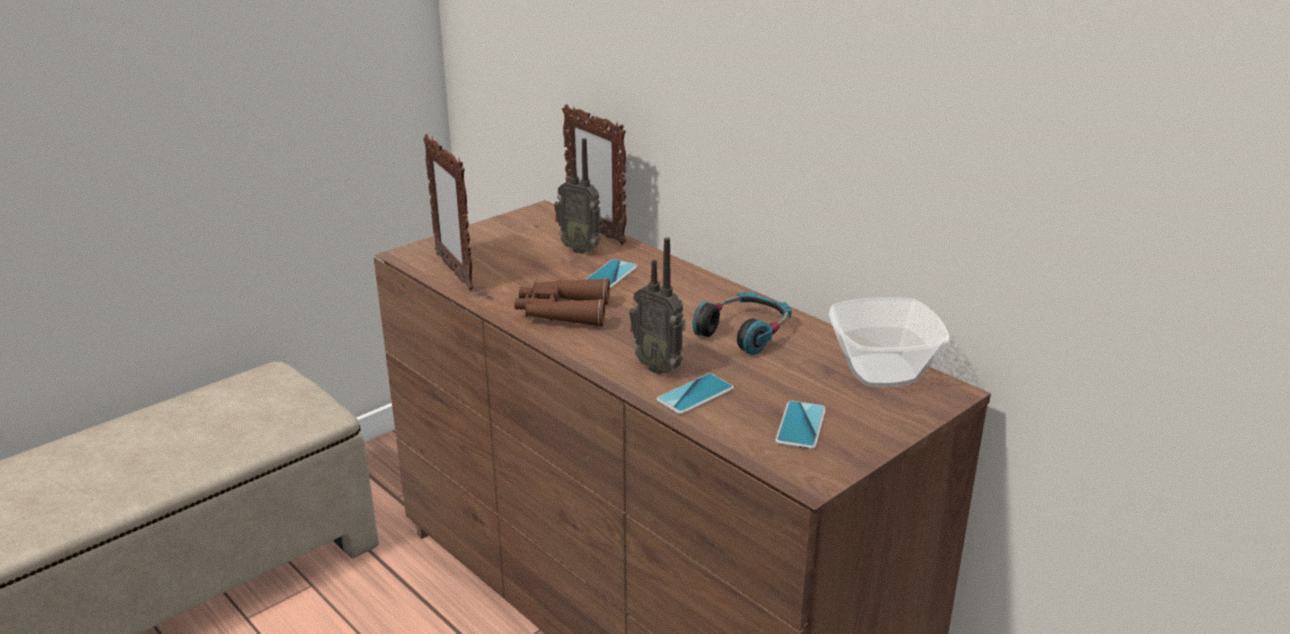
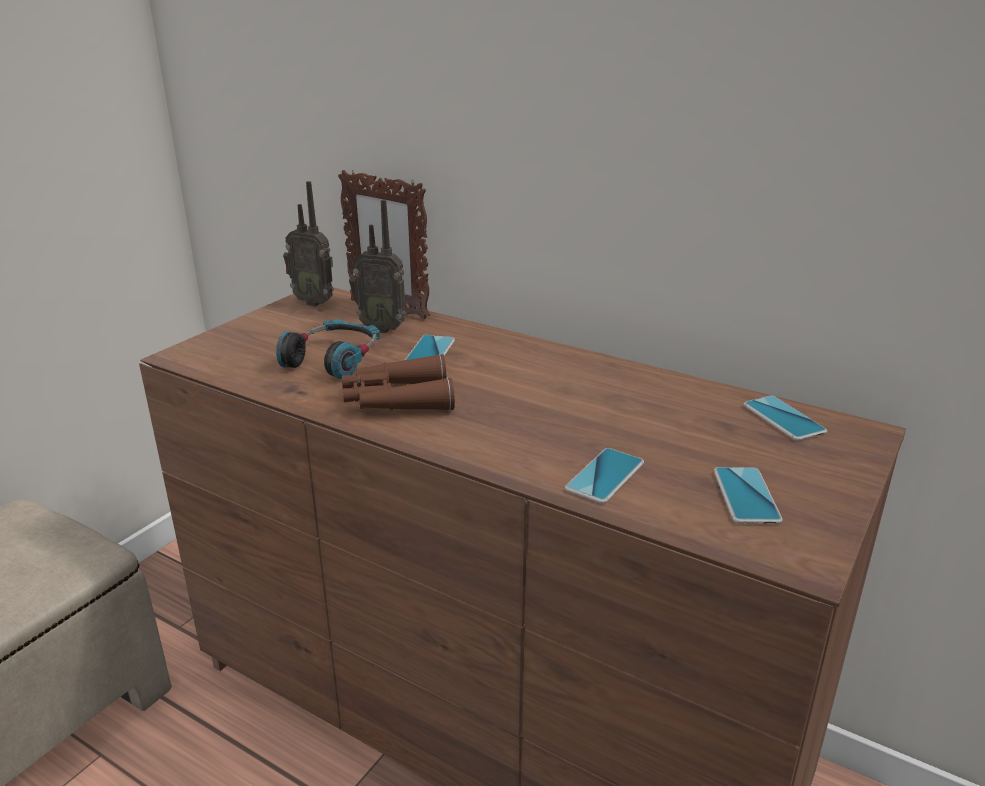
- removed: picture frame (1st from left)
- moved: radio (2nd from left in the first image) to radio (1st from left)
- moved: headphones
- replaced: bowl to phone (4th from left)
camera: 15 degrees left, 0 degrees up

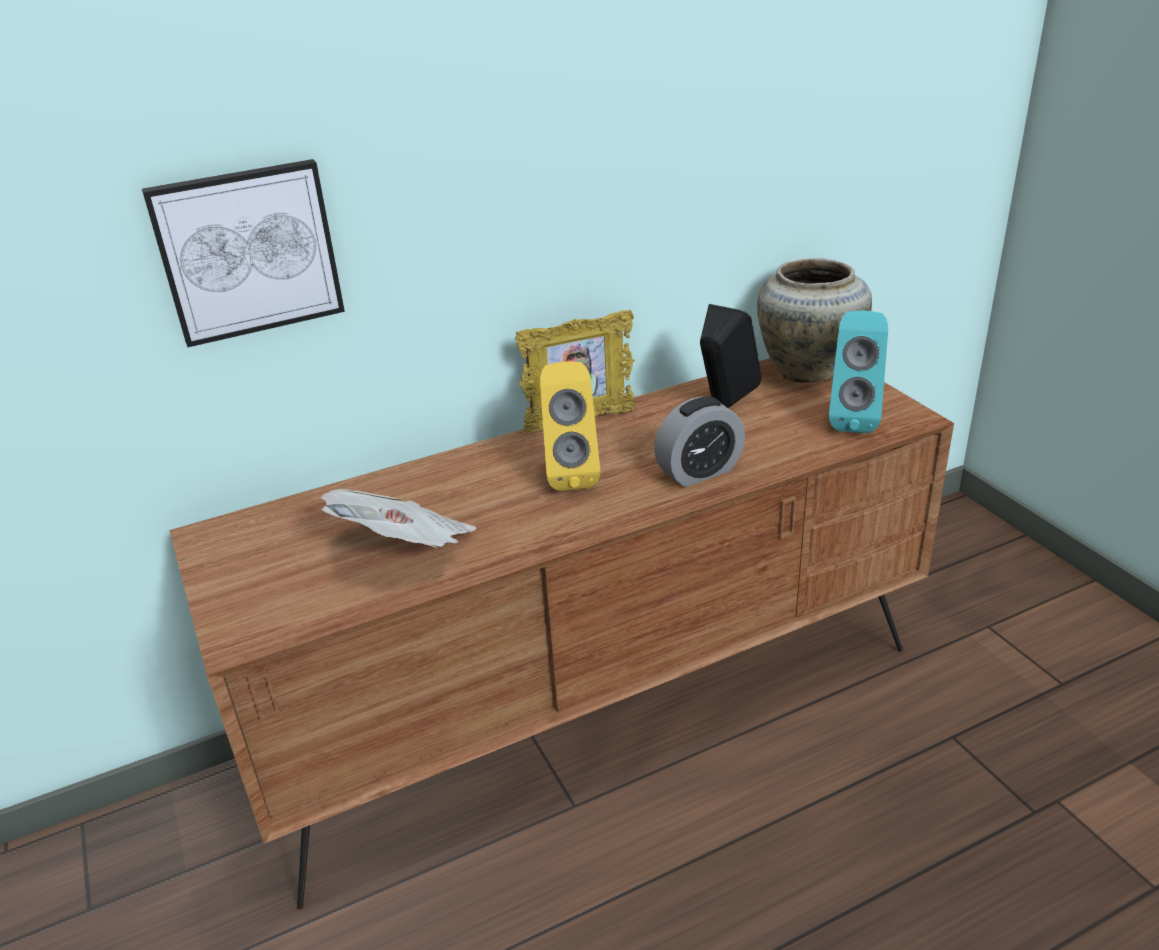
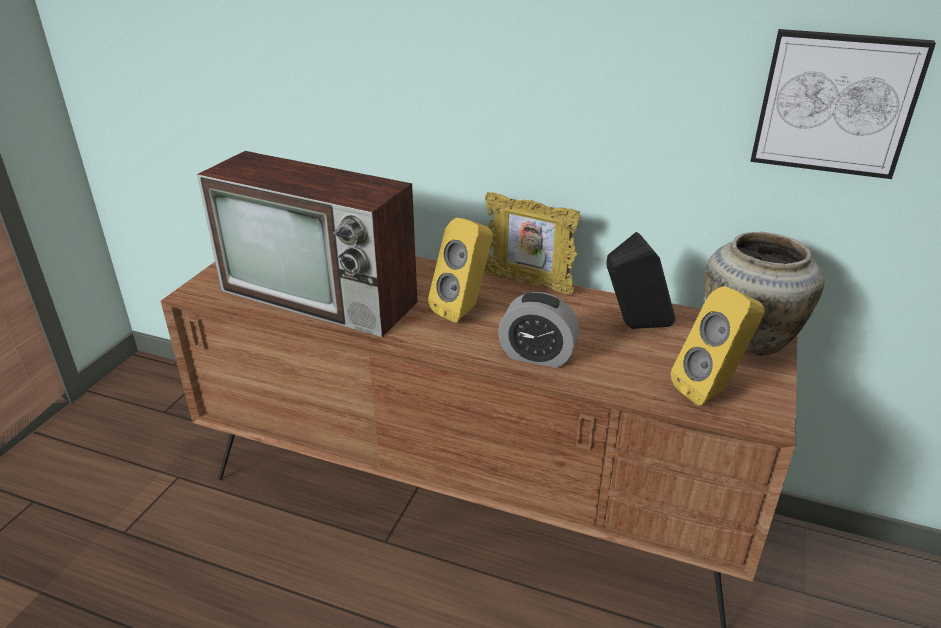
- moved: picture
- replaced: newspaper to television
- recoloured: turquoise speaker to yellow speaker (2nd from left)
camera: 45 degrees right, 0 degrees up

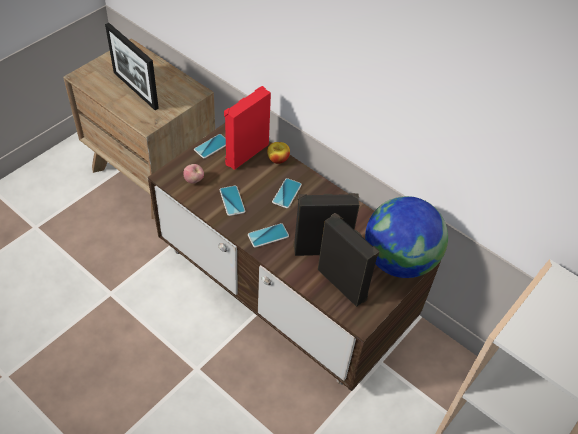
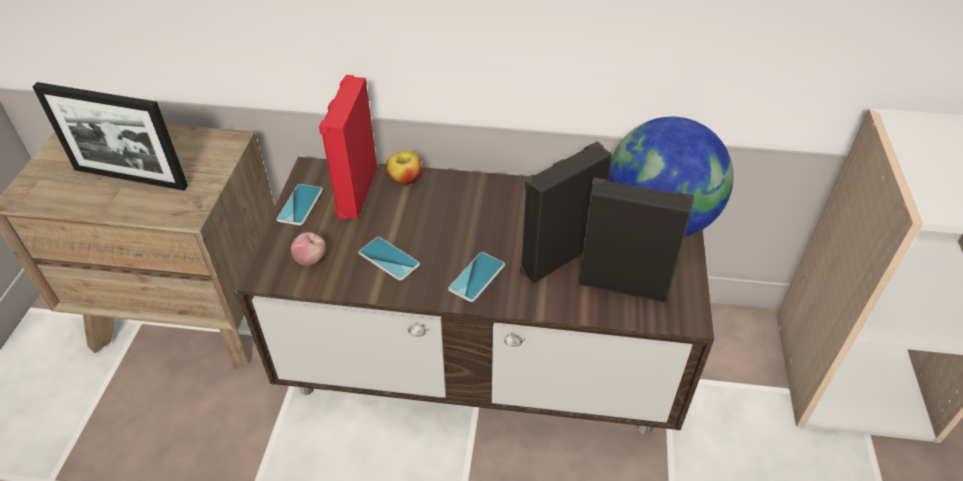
- removed: phone (4th from left)
camera: 30 degrees left, 5 degrees down

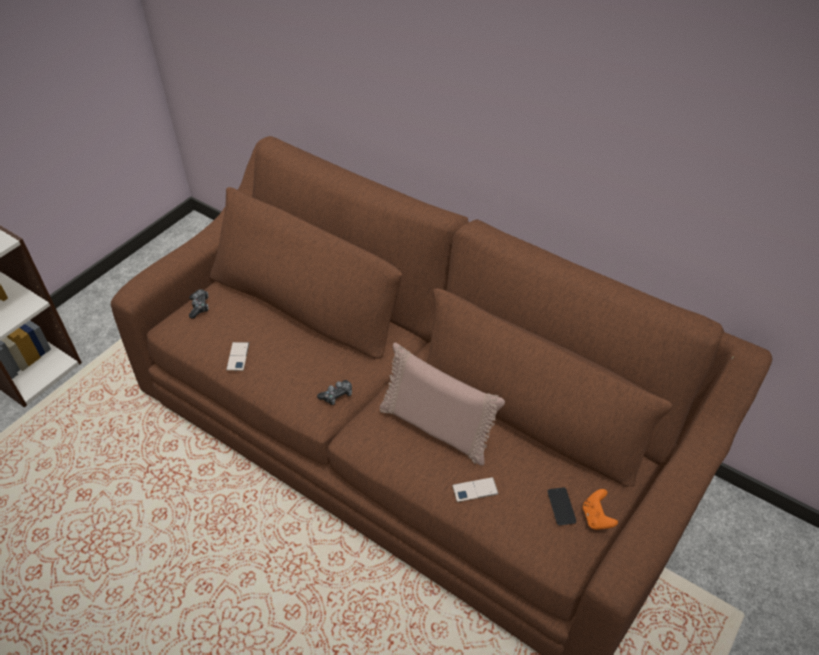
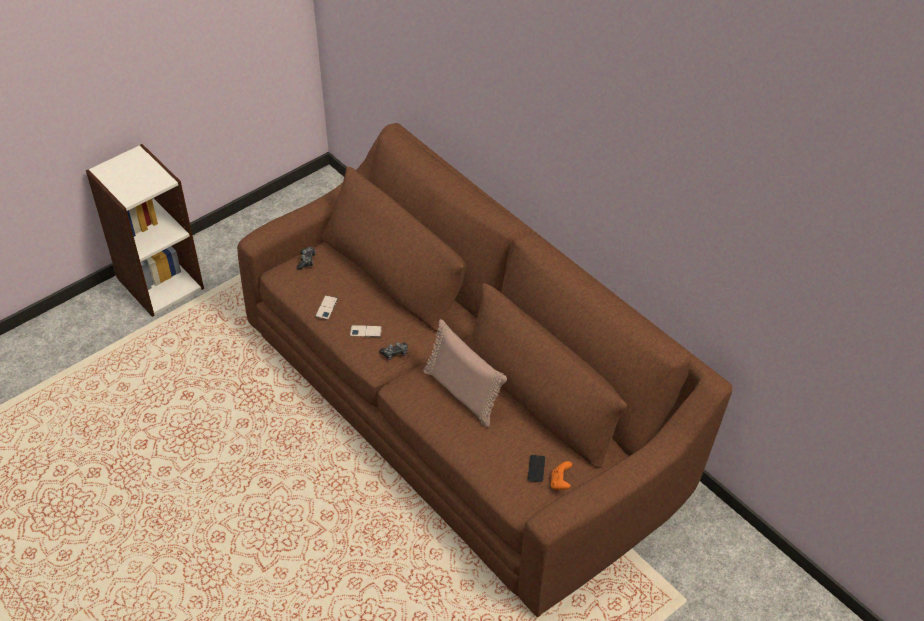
- moved: phone (2nd from left)
camera: 15 degrees right, 0 degrees up

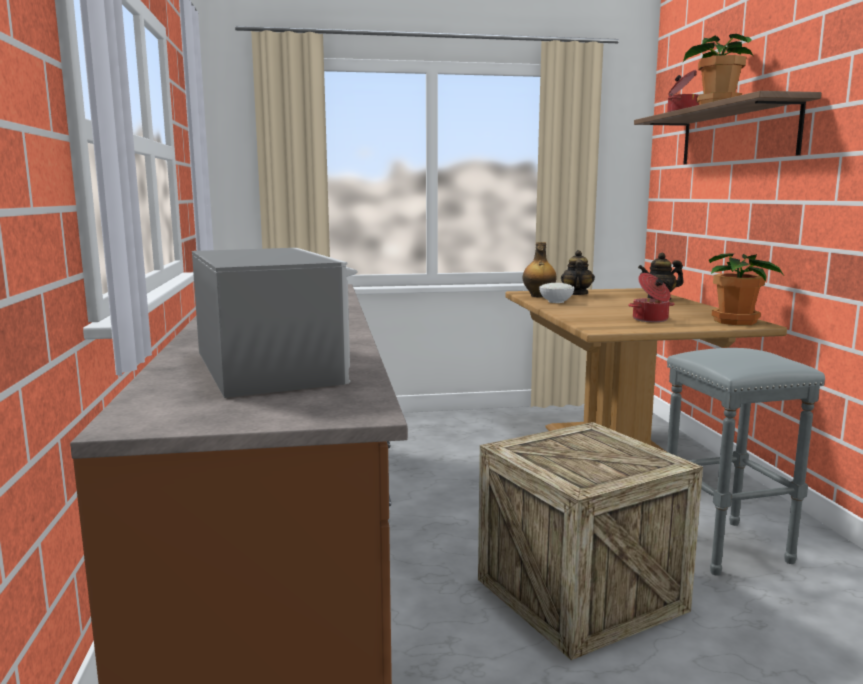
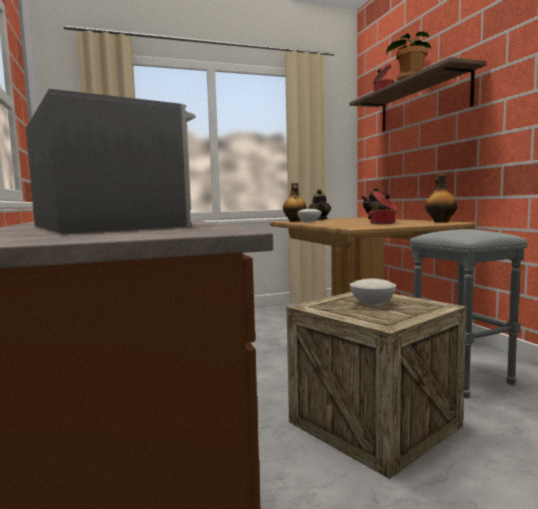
- added: white bowl (2nd from left)
- replaced: potted plant (2nd from left) to bottle (2nd from left)
camera: 10 degrees left, 5 degrees down

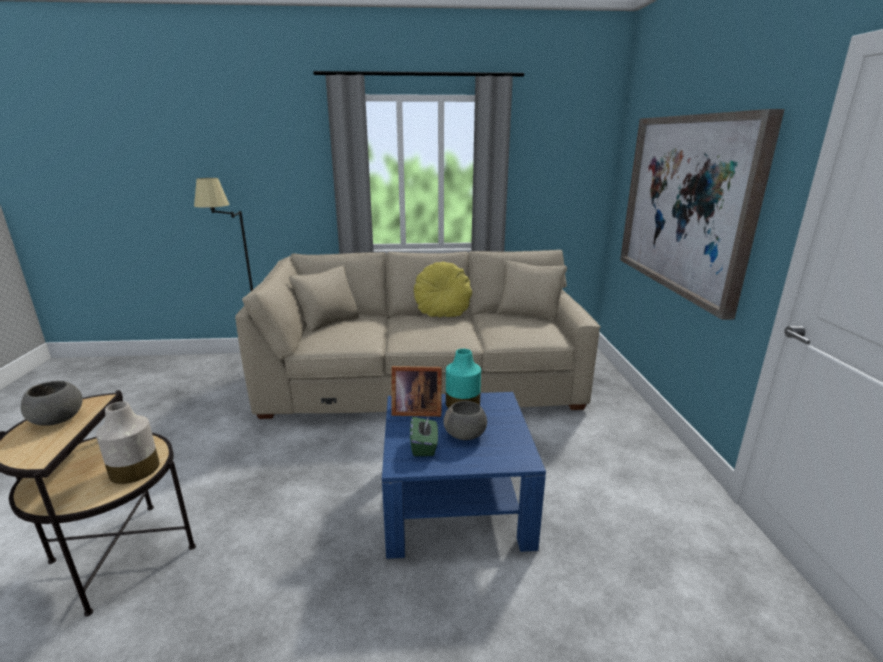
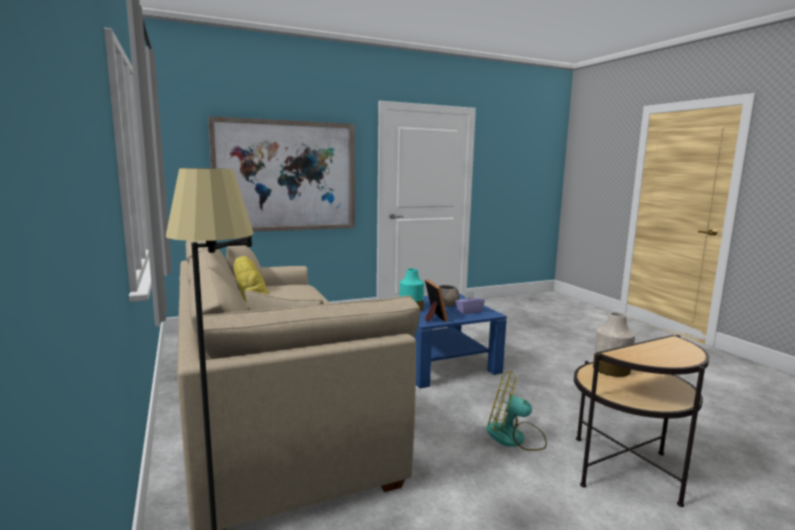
- removed: grey bowl (1st from left)
- added: fan
- recoloured: green tissue box to purple tissue box
camera: 110 degrees left, 10 degrees down

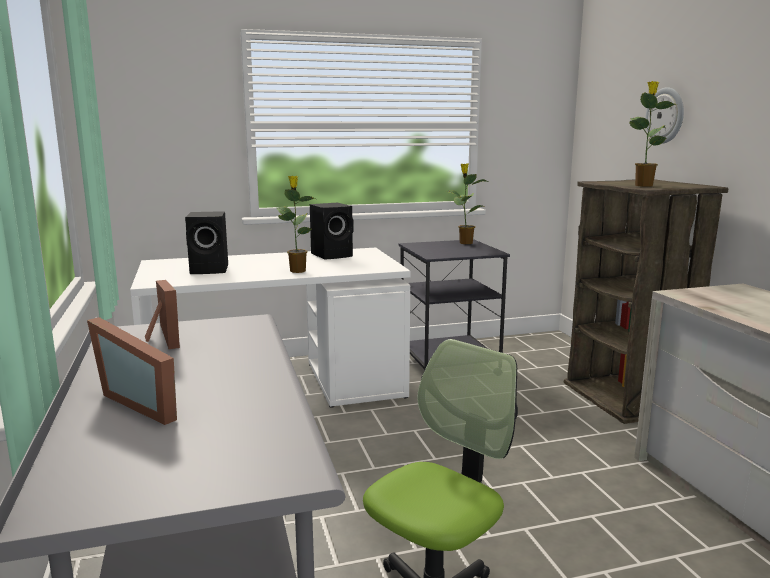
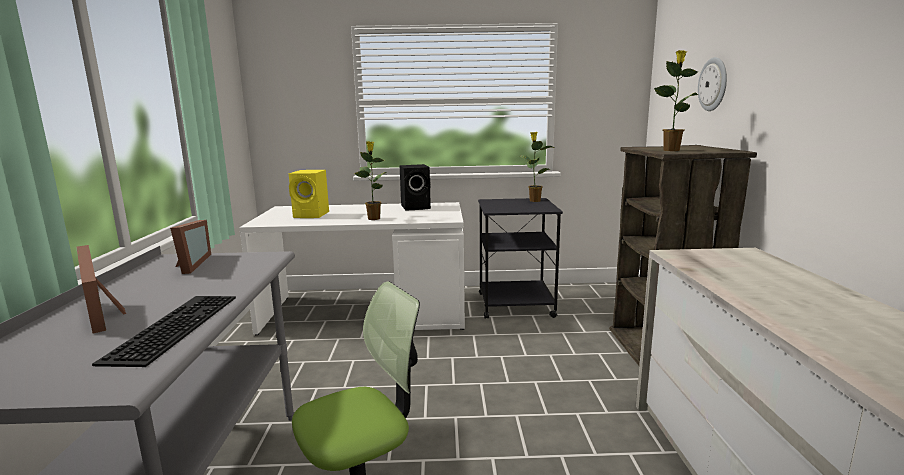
- added: keyboard
- recoloured: black speaker (1st from left) to yellow speaker
camera: 15 degrees right, 0 degrees up

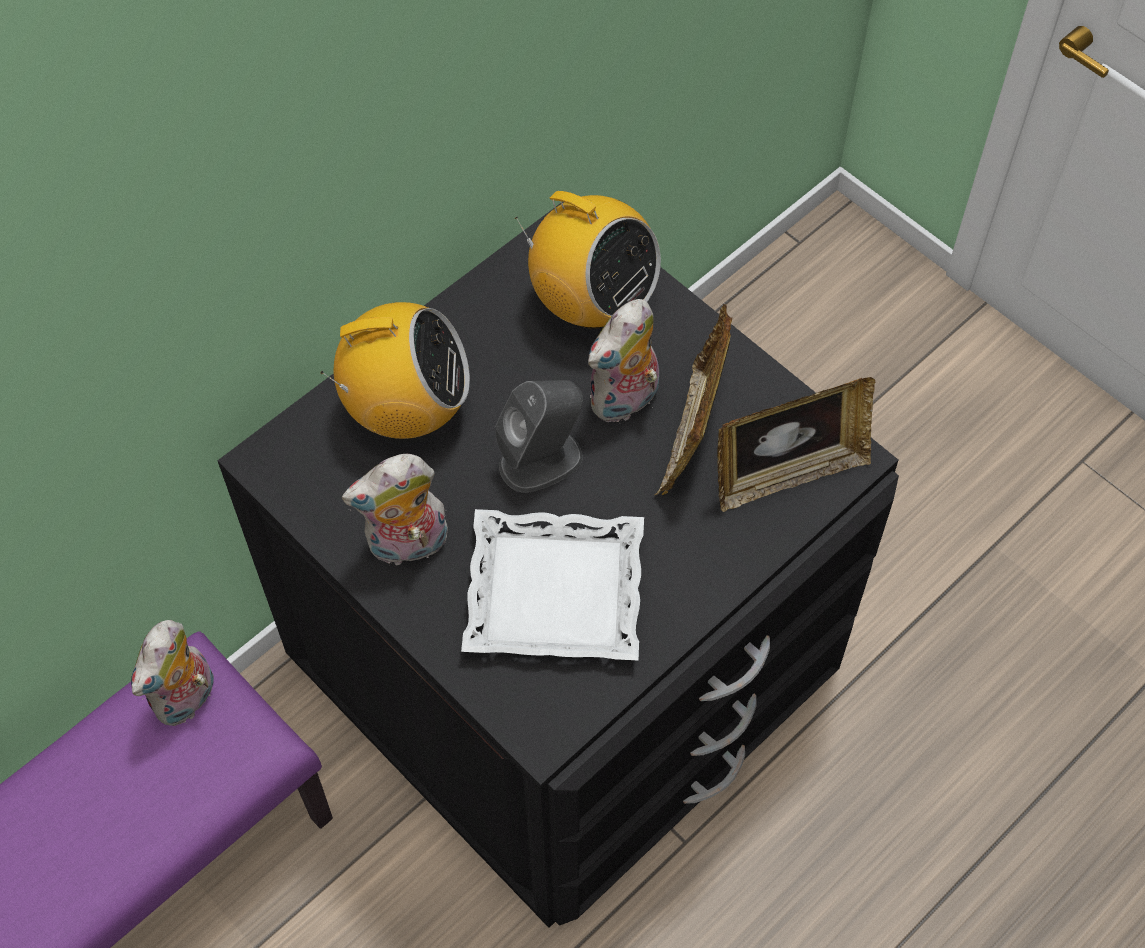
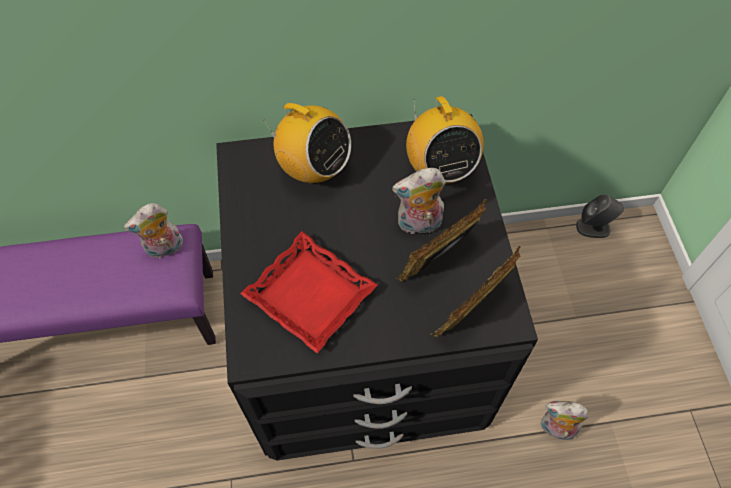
- moved: plush toy (2nd from left in the first image) to plush toy (3rd from left)
- moved: grey speaker
- recoloured: white tray to red tray
- turned: picture frame (2nd from left) 120 degrees clockwise
camera: 35 degrees right, 0 degrees up

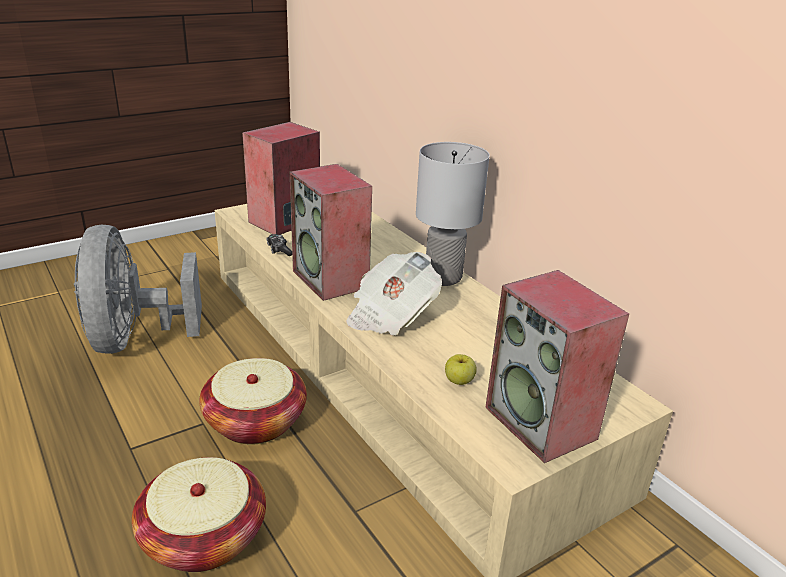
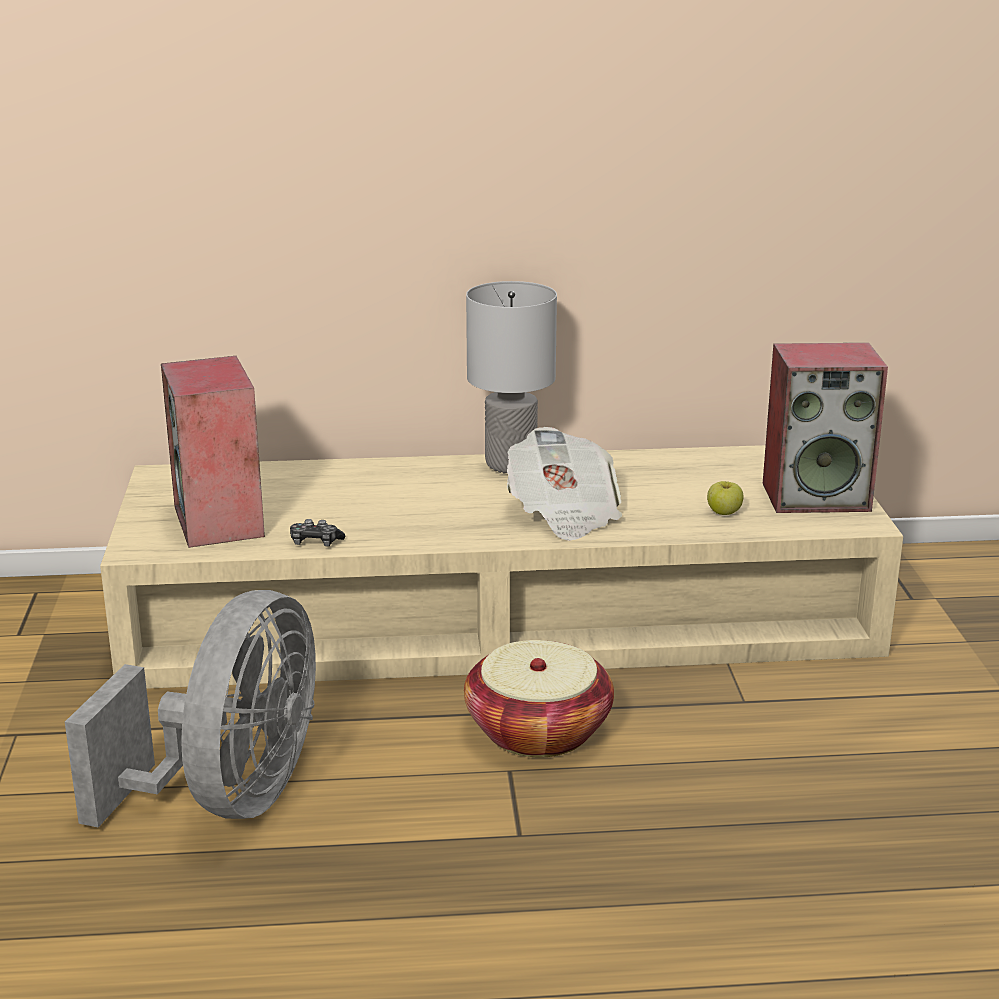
- removed: basket (1st from left)
- removed: speaker (2nd from left)
- turned: grey fan 90 degrees counterclockwise
camera: 60 degrees left, 5 degrees down

